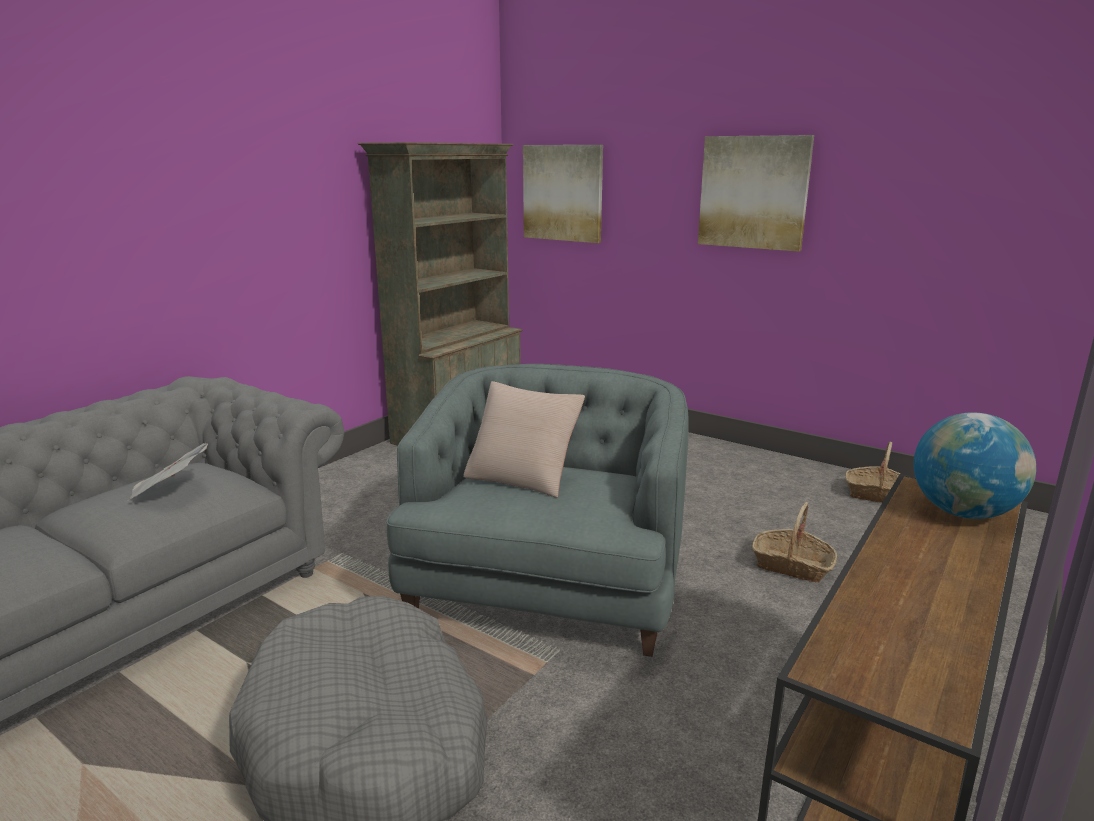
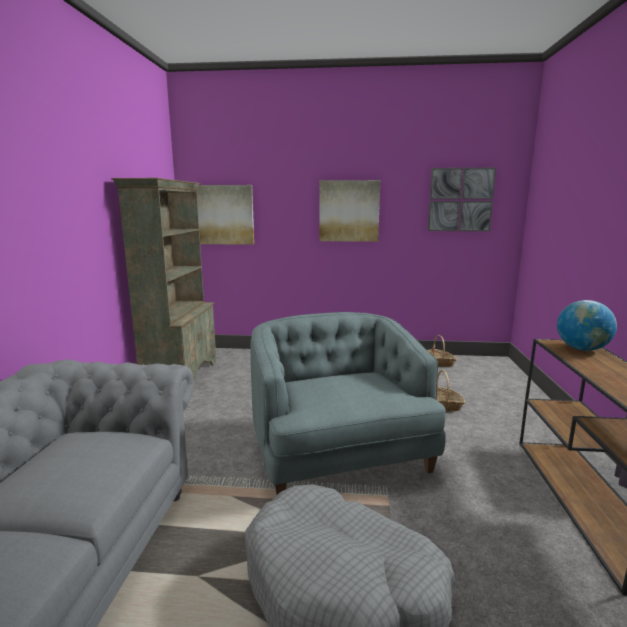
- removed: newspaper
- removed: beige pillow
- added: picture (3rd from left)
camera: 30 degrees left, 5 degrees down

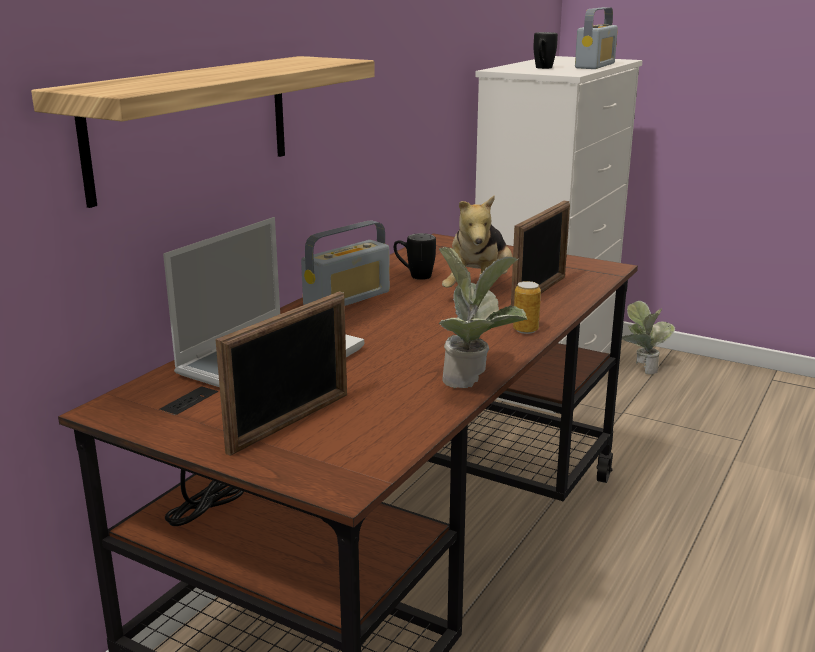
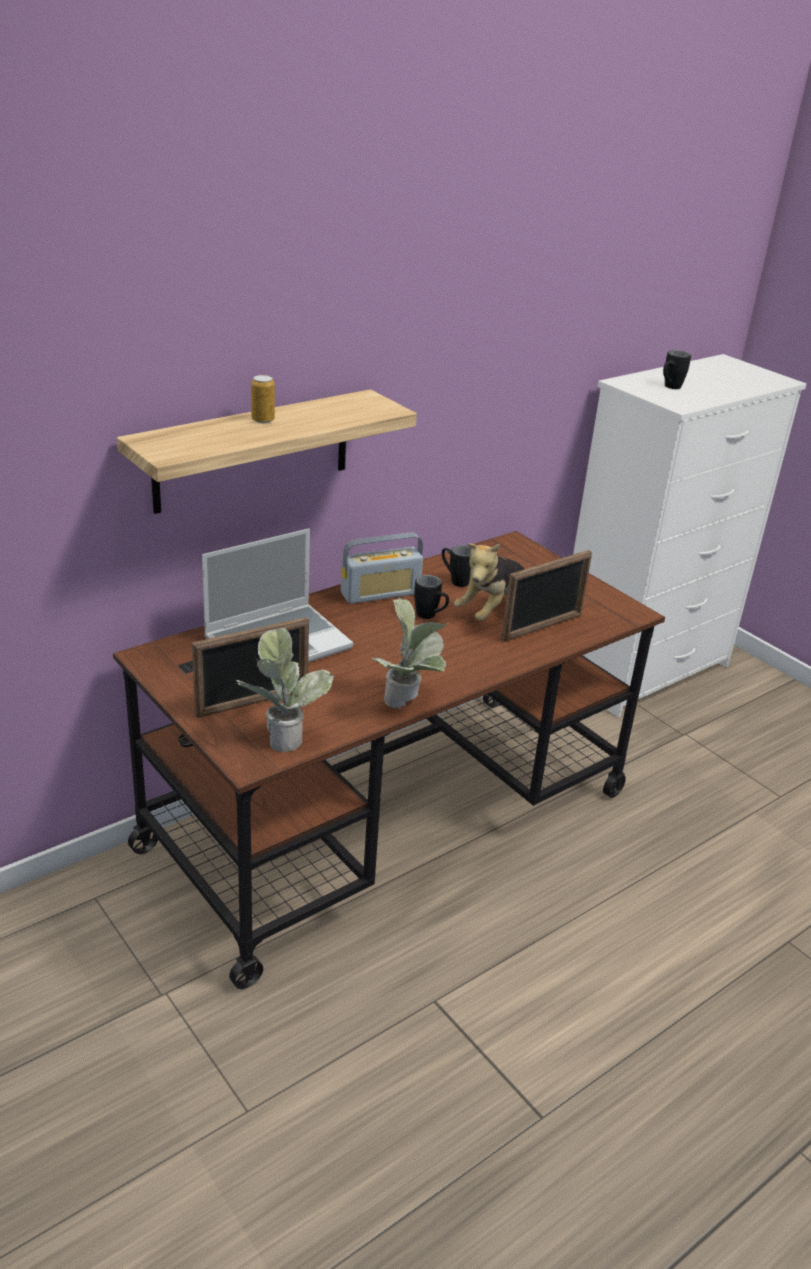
- removed: radio (2nd from left)
- added: black mug (1st from left)
- moved: can
- moved: potted plant (2nd from left in the first image) to potted plant (1st from left)
camera: 20 degrees right, 10 degrees up

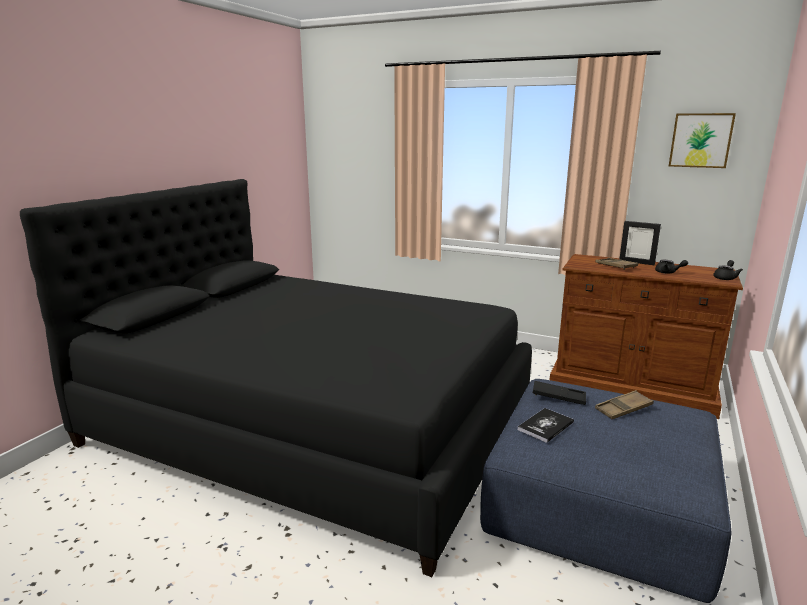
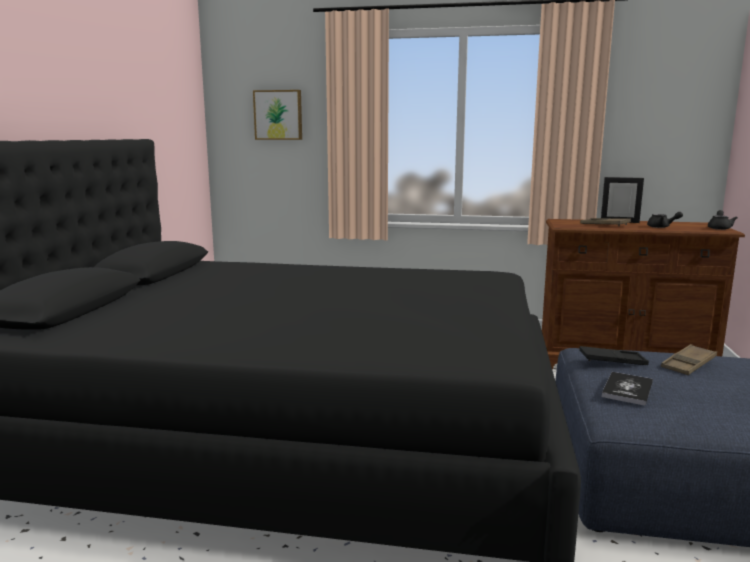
- moved: picture
camera: 15 degrees left, 5 degrees down

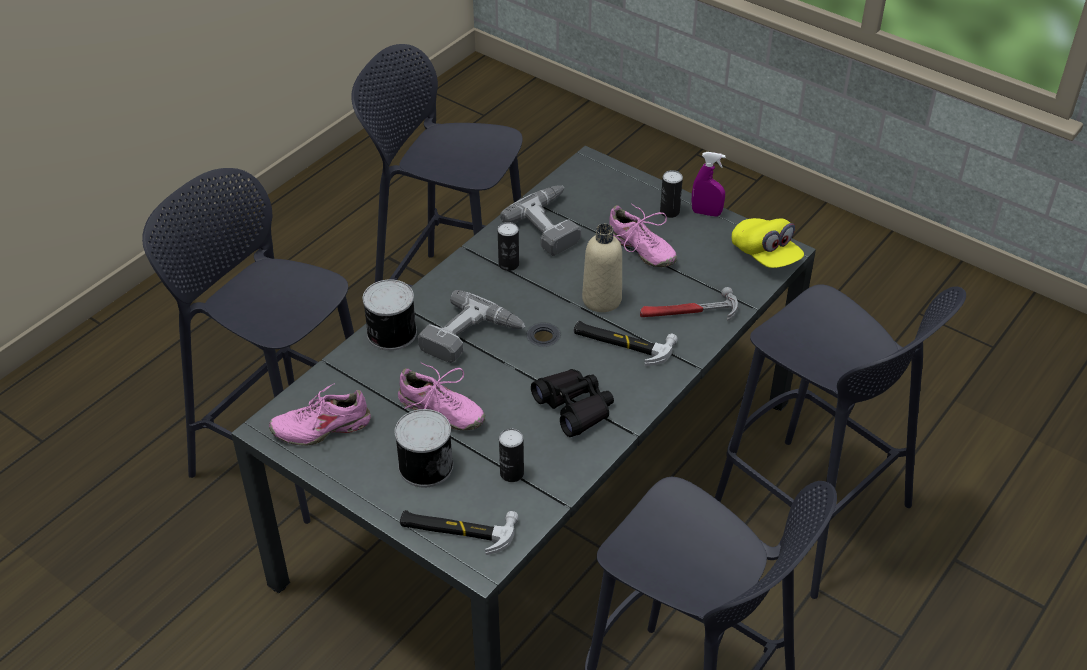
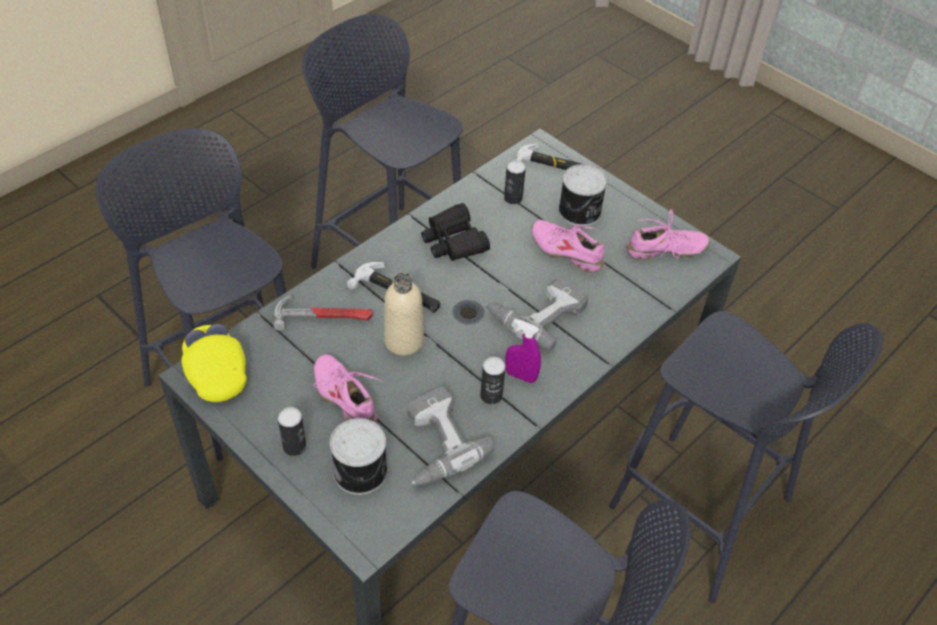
- moved: can (1st from left in the first image) to can (2nd from left)
- moved: purple spray bottle
camera: 175 degrees left, 5 degrees up

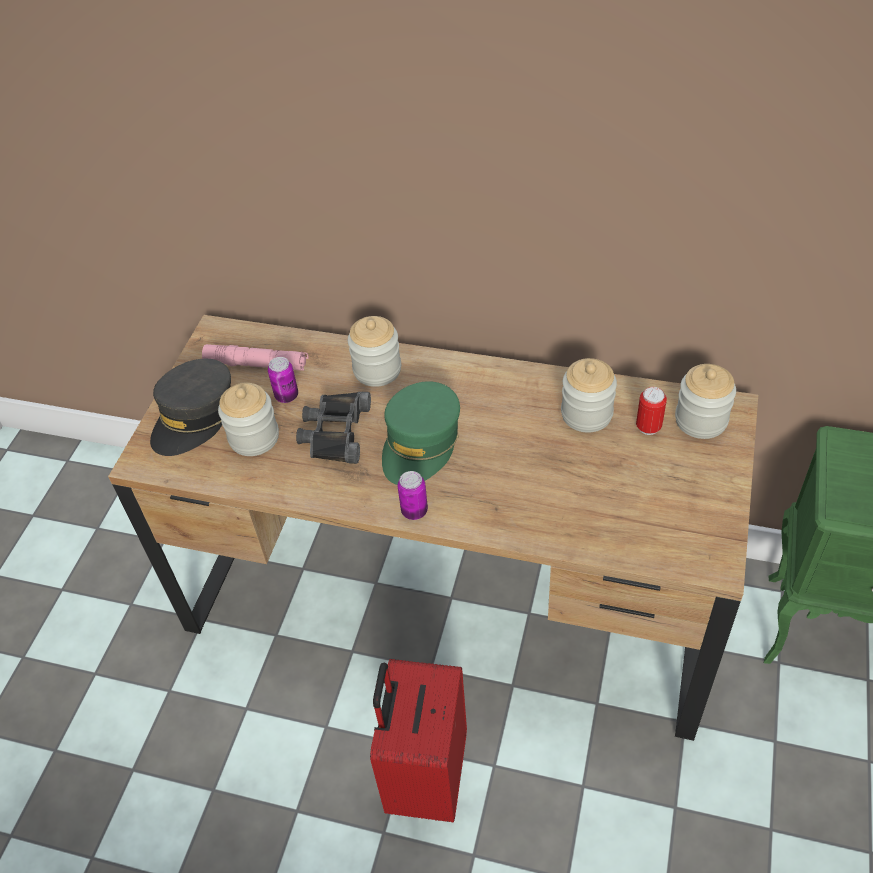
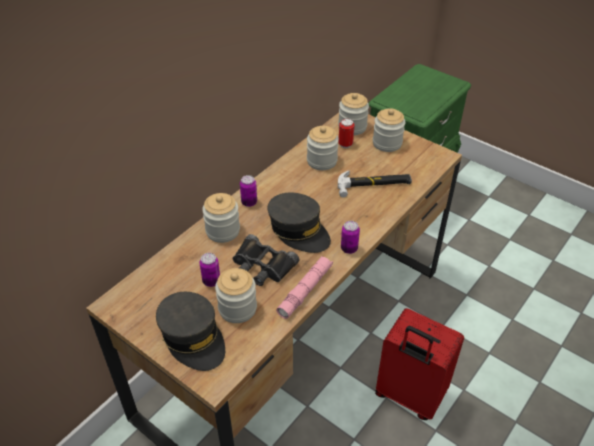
- added: can (2nd from left)
- added: hammer
- added: jar (5th from left)
- moved: pink flashlight
- recoloured: green cap to grey cap (2nd from left)
camera: 70 degrees left, 5 degrees down

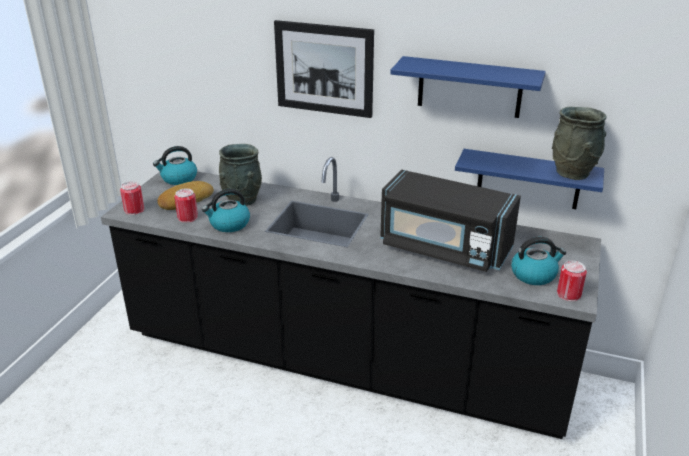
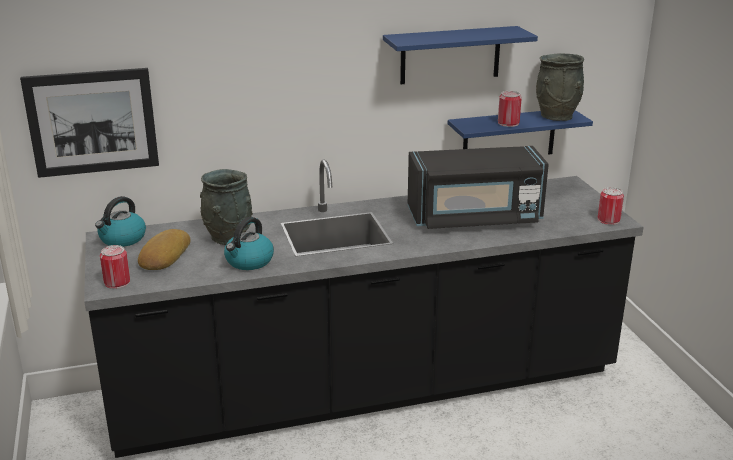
- removed: kettle (3rd from left)
- moved: can (2nd from left)
- moved: picture
camera: 35 degrees left, 5 degrees down

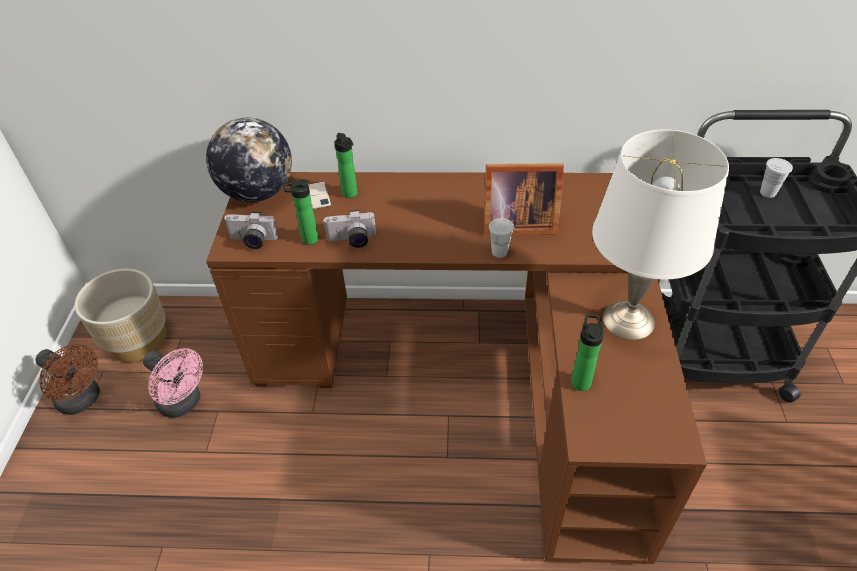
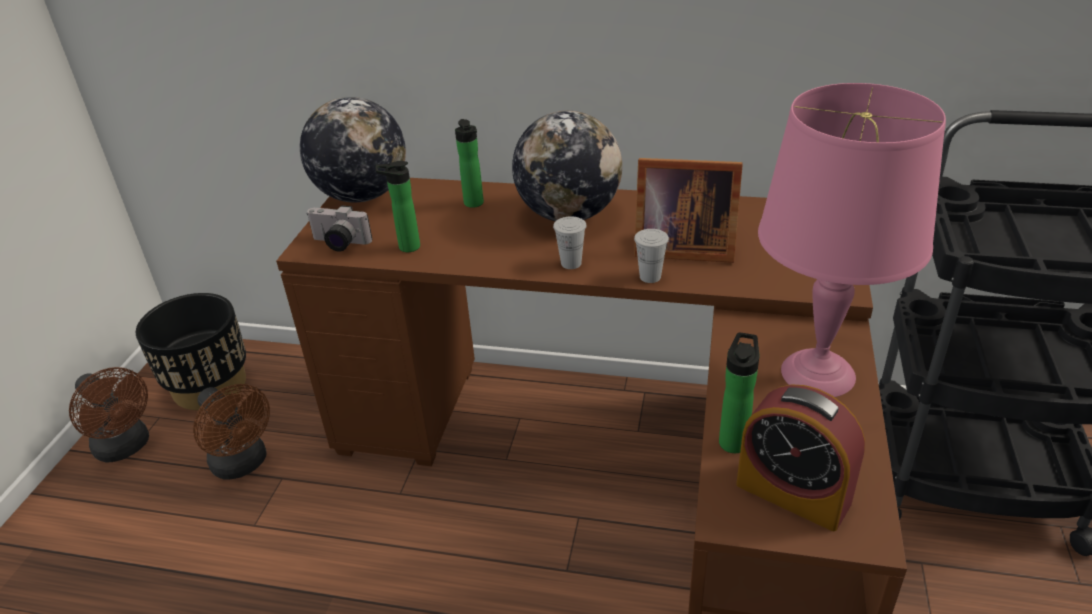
- removed: phone
- removed: photo camera (2nd from left)
- added: globe (2nd from left)
- added: alarm clock
- moved: white cup (2nd from left in the first image) to white cup (1st from left)
- recoloured: beige planter to black planter
- recoloured: pink fan to brown fan (2nd from left)
- recoloured: white table lamp to pink table lamp
camera: 10 degrees right, 10 degrees down

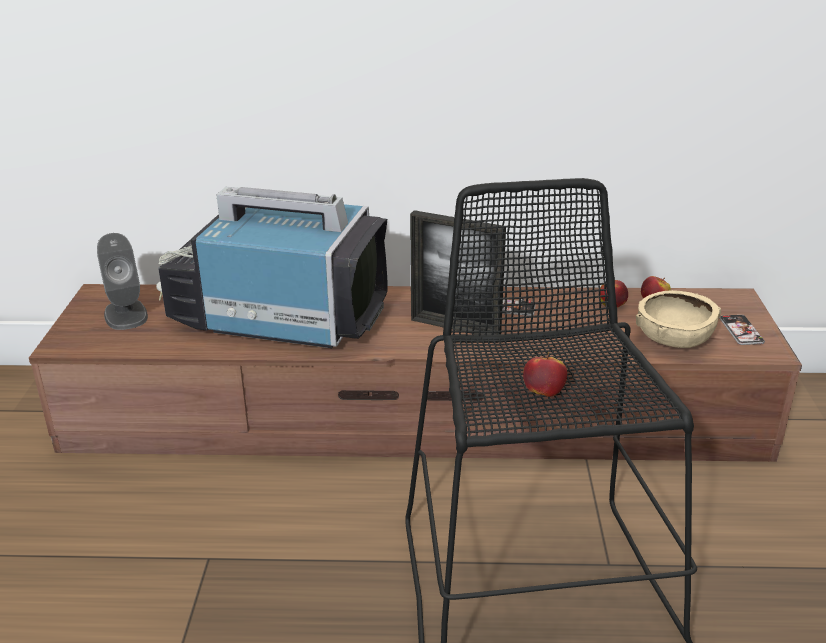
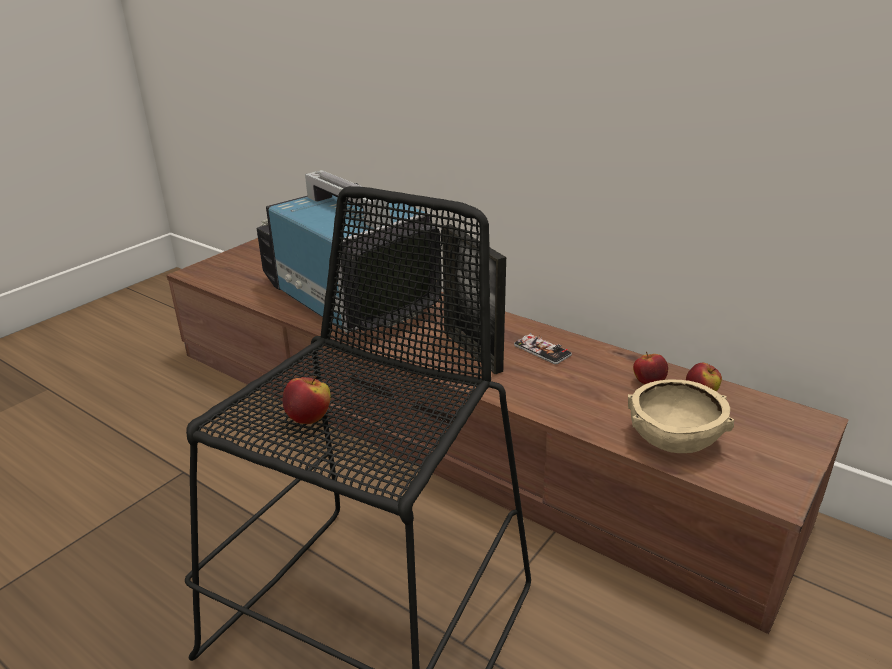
- removed: grey speaker
- removed: phone (2nd from left)
camera: 35 degrees right, 0 degrees up

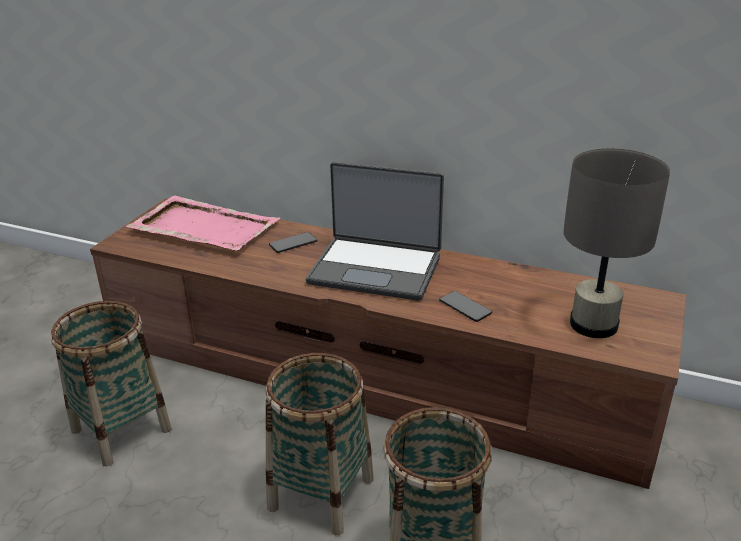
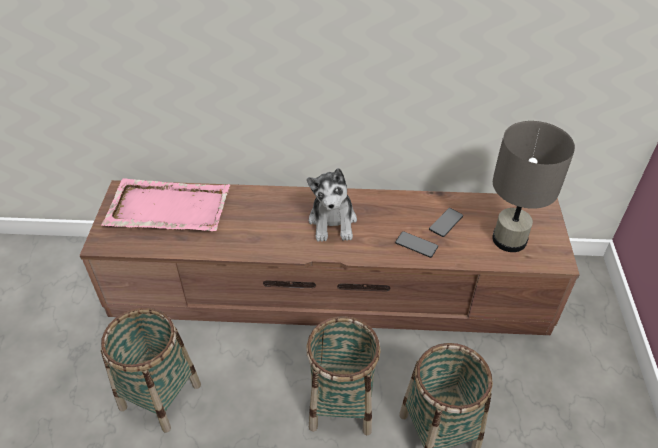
- moved: phone (1st from left in the first image) to phone (2nd from left)
- replaced: laptop to plush toy
camera: 20 degrees left, 15 degrees up

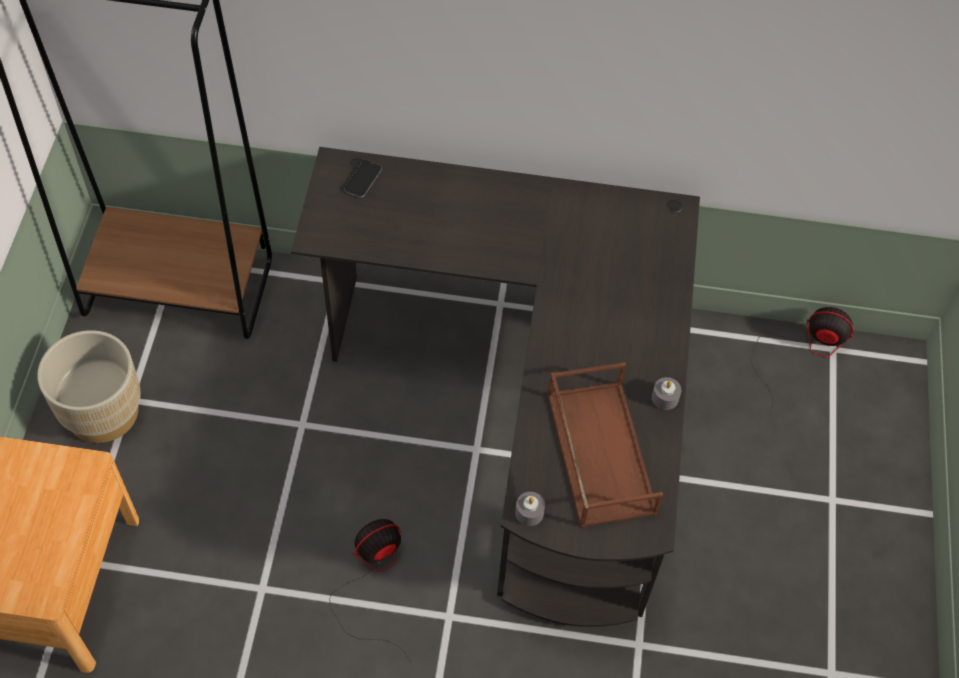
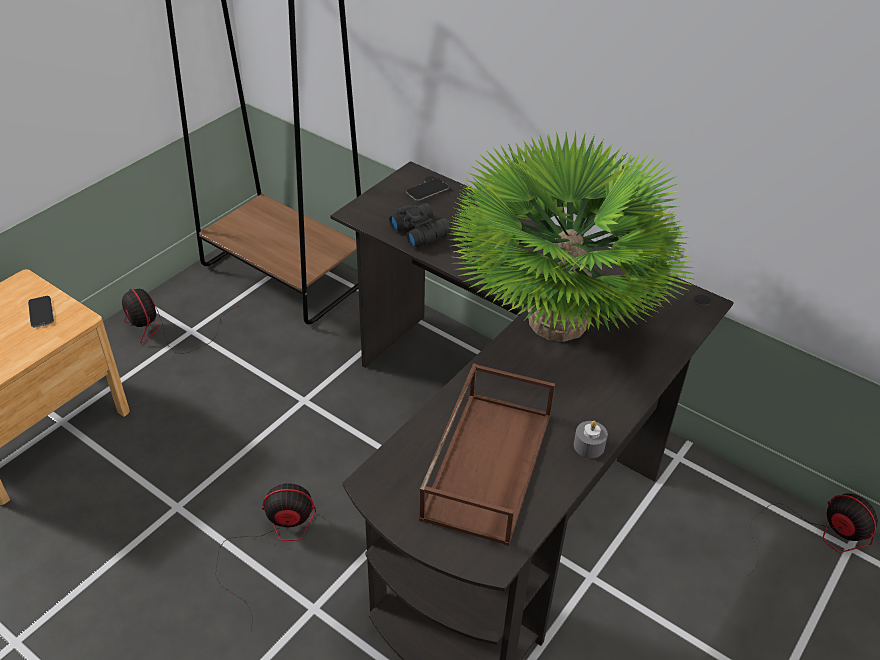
- removed: grey candle (1st from left)
- added: phone (1st from left)
- added: black binoculars
- added: potted plant
- replaced: beige planter to fan (1st from left)
camera: 30 degrees right, 15 degrees down

